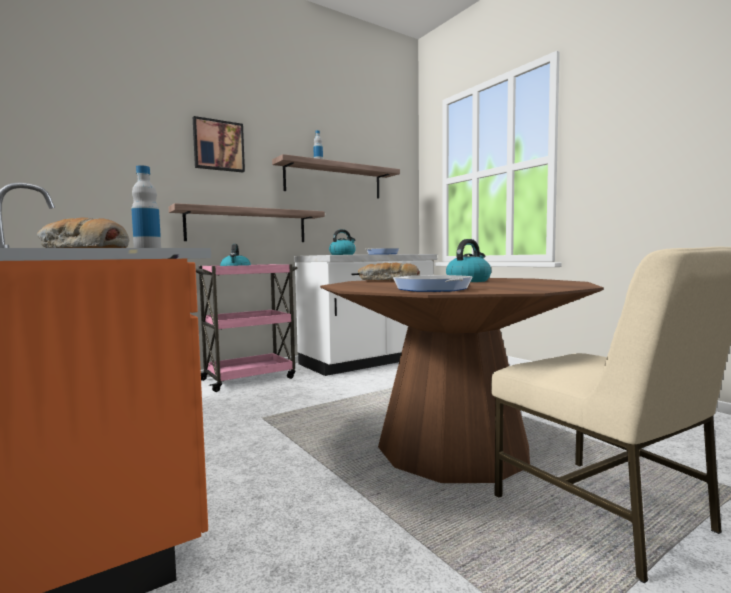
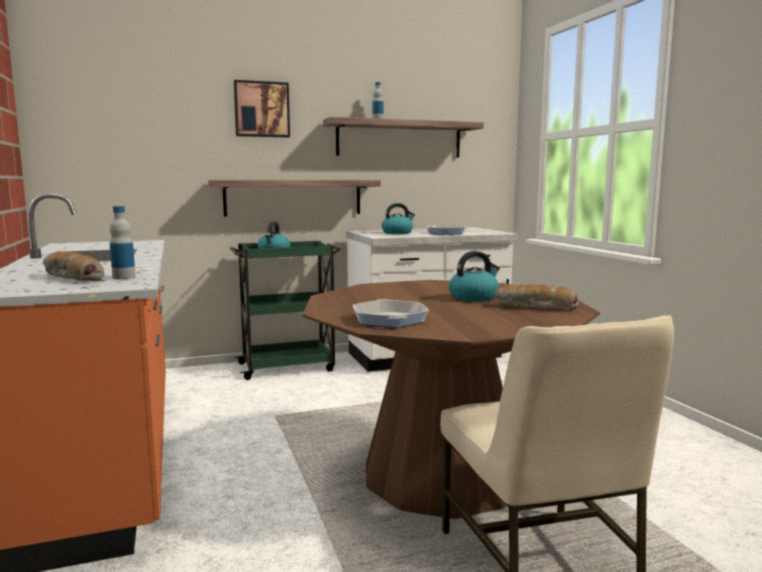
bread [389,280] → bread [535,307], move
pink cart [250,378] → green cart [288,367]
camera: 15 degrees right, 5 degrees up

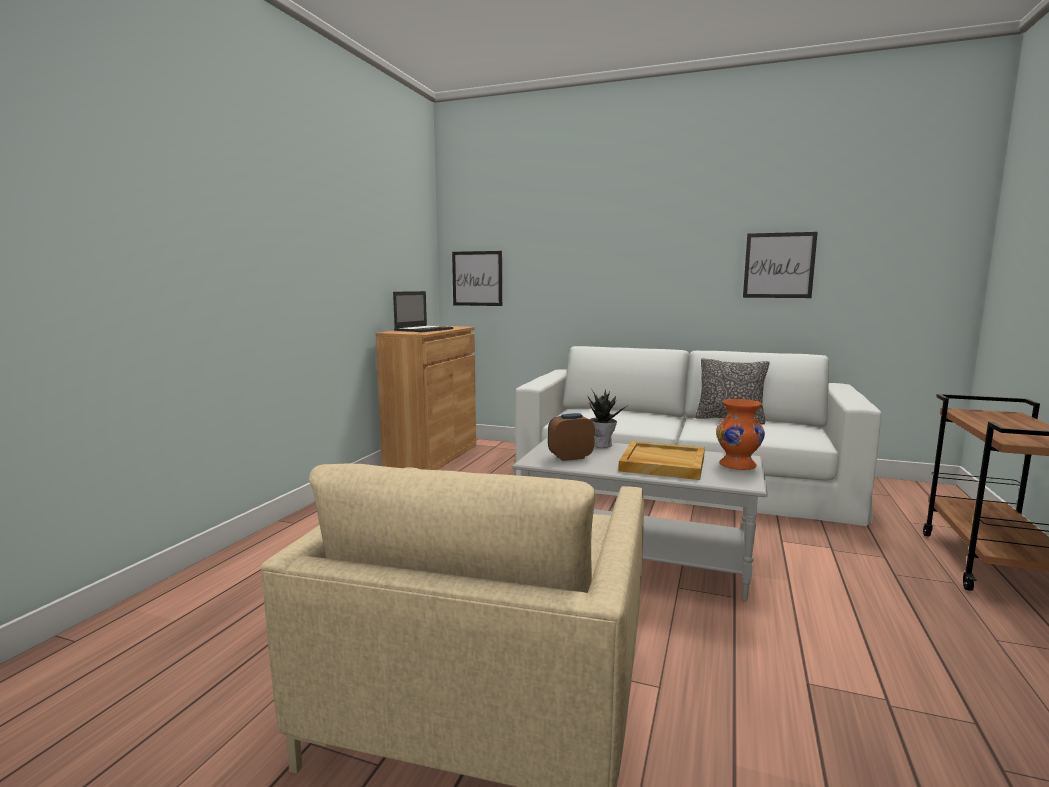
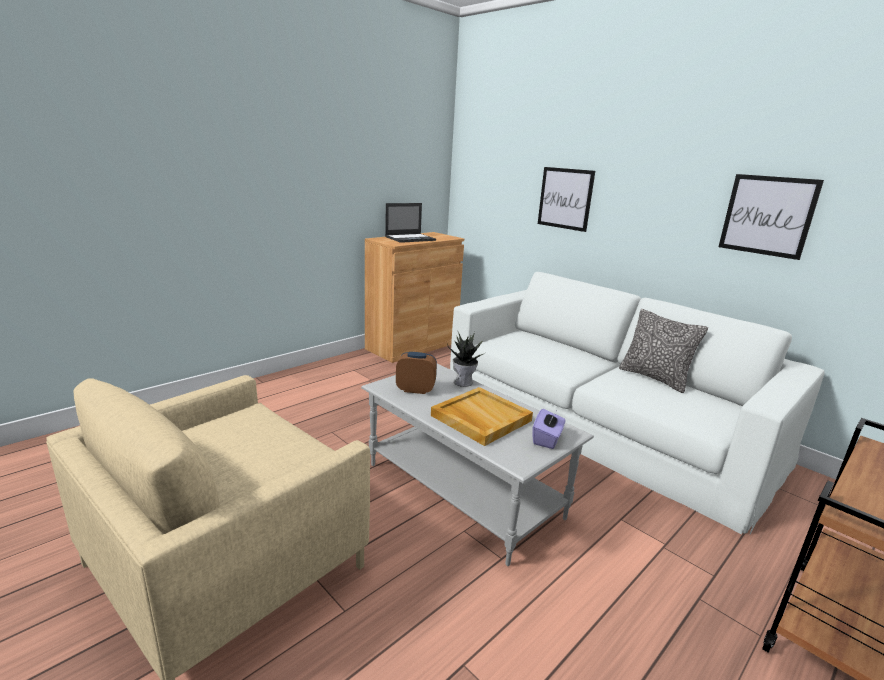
picture [477,278] → picture [565,198], move
orange vase [736,465] → purple tissue box [547,439]
camera: 25 degrees right, 10 degrees up

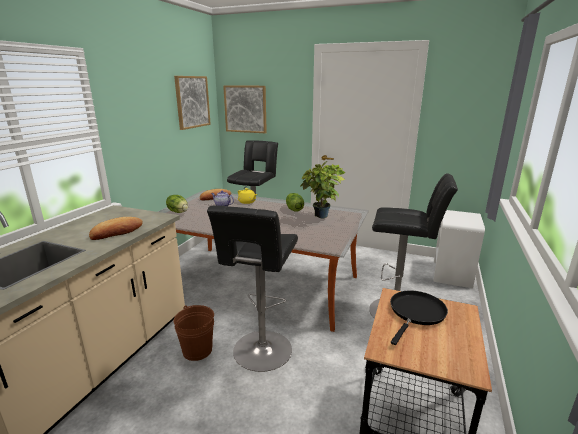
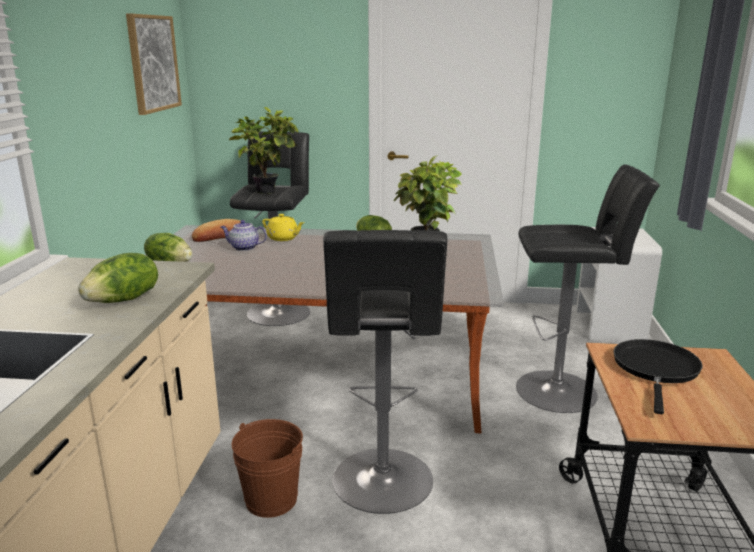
picture [245,109] → -
bread [117,232] → lettuce [124,300]
- → potted plant [269,191]
camera: 15 degrees left, 0 degrees up

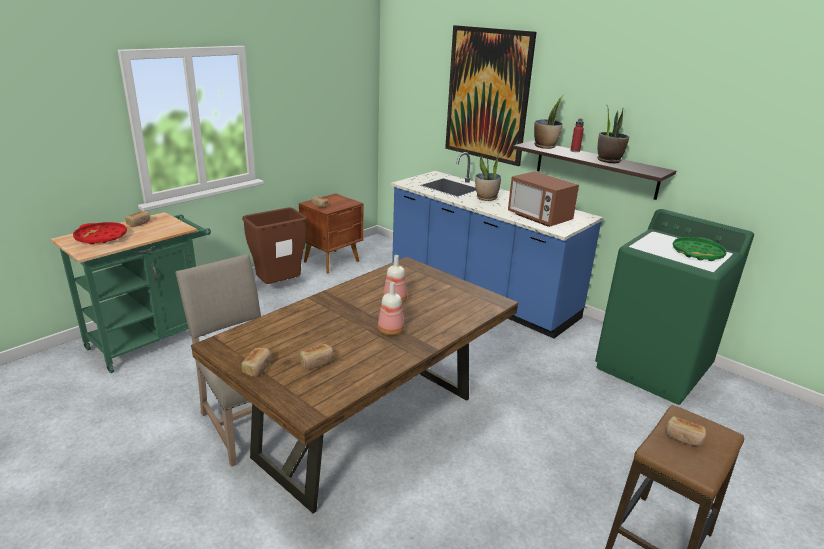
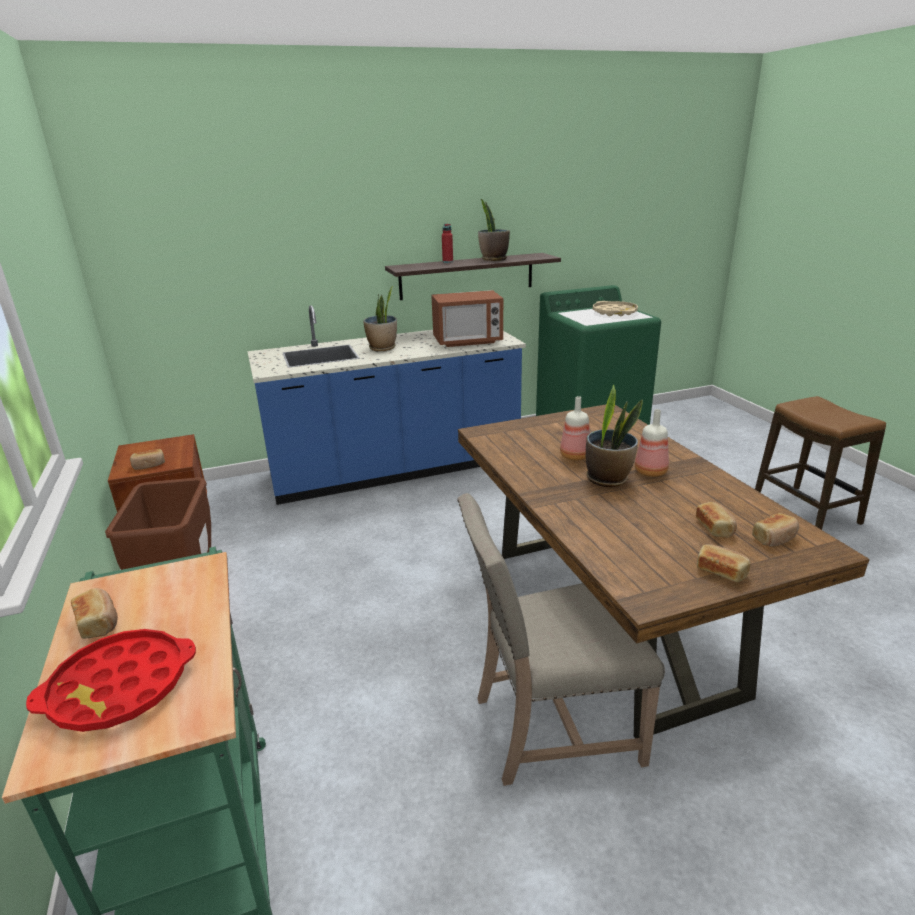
picture [487,95] → -
potted plant [545,146] → potted plant [608,479], move
green tray [697,253] → beige tray [614,312]
bread [683,438] → bread [775,538], move
camera: 60 degrees left, 0 degrees up

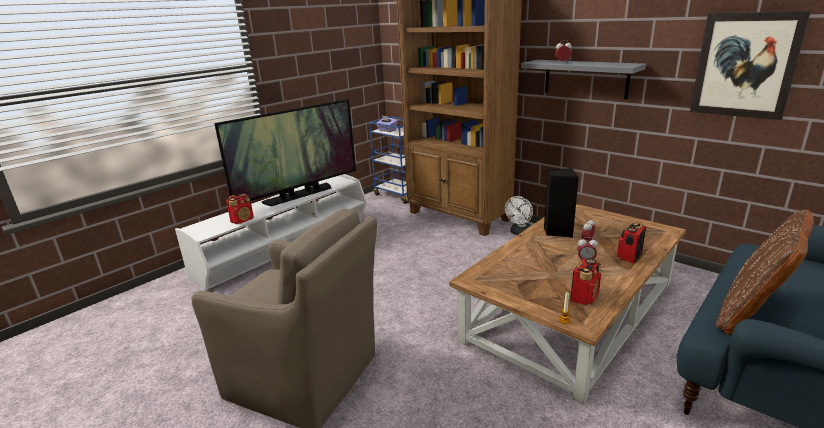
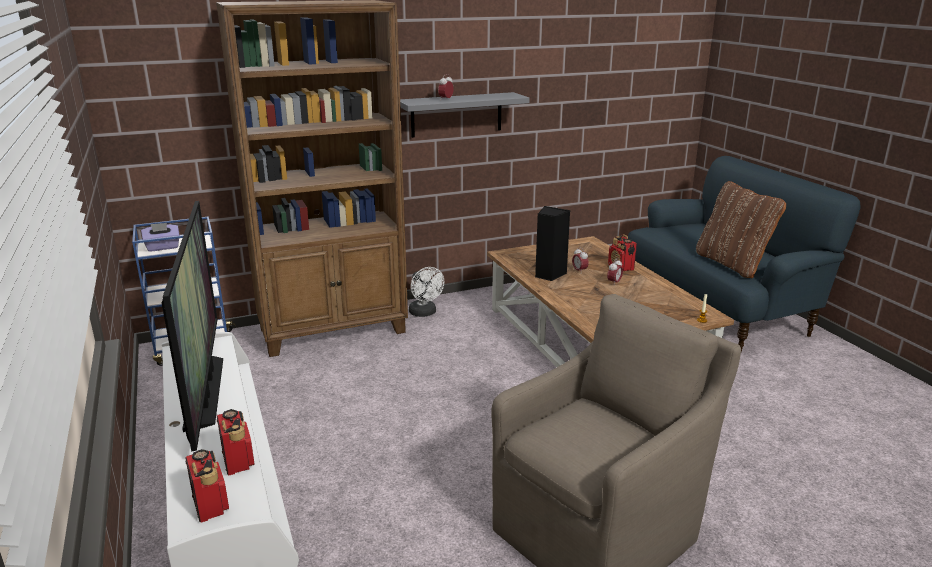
picture [745,65] → -
radio [584,297] → radio [210,505], move
camera: 65 degrees left, 0 degrees up

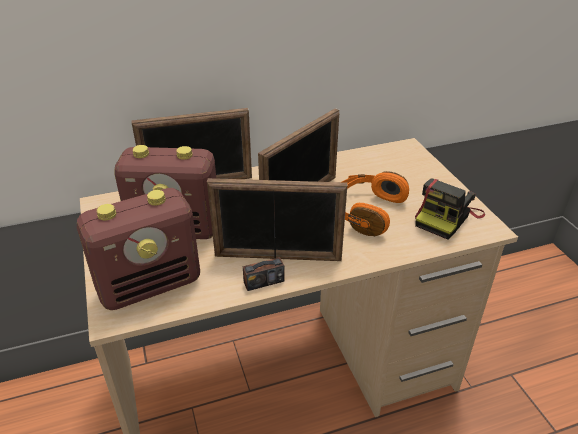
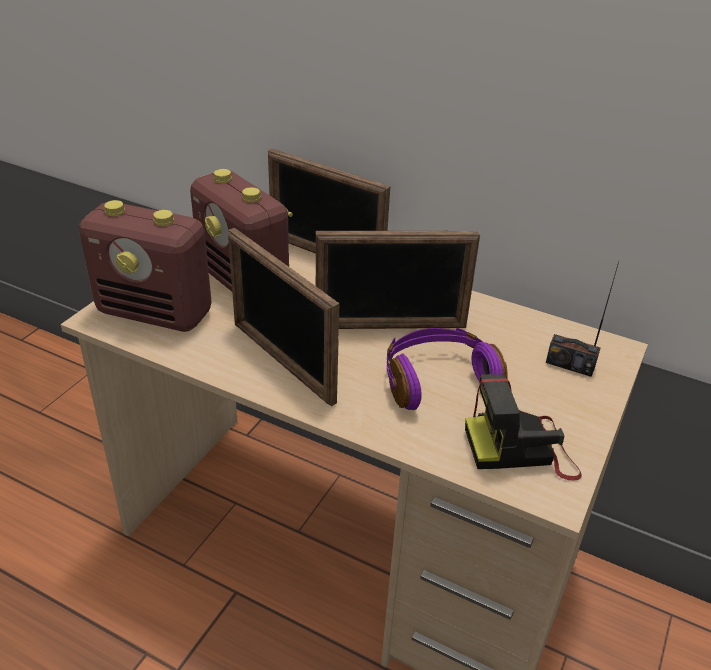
orange headphones [365,212] → purple headphones [437,380]
radio [263,281] → radio [570,365], move
camera: 45 degrees right, 0 degrees up

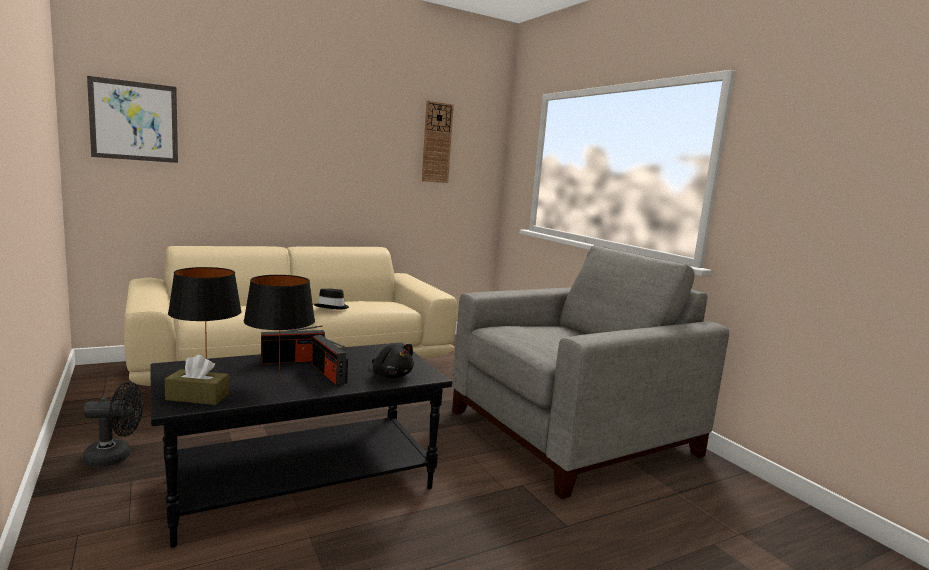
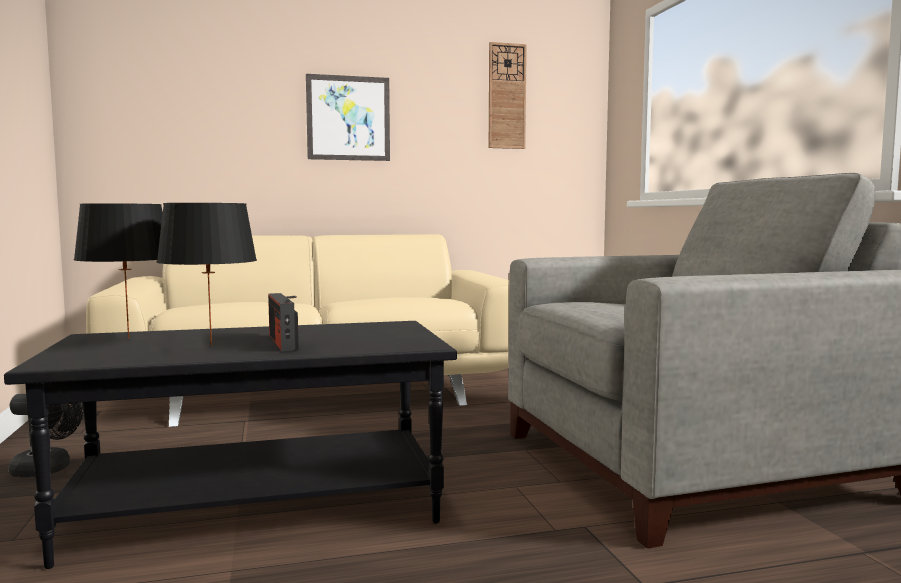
picture [134,121] → picture [348,118], move
black hat [332,307] → -
radio [293,360] → -
black plush toy [391,375] → -
brown tissue box [197,397] → -
camera: 15 degrees right, 5 degrees down

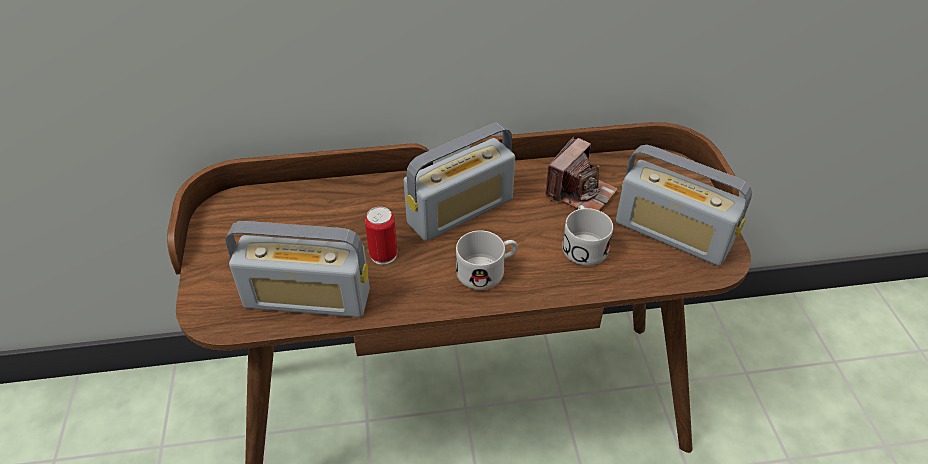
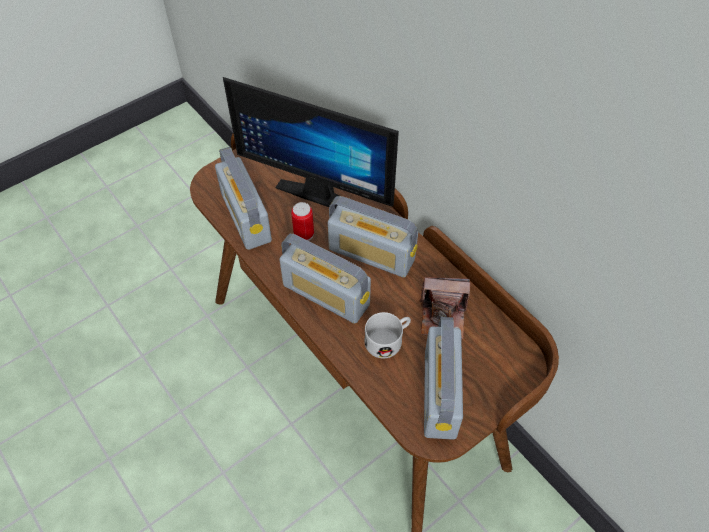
white mug [487,270] → radio [326,295]
- → monitor [321,189]
camera: 60 degrees right, 10 degrees up

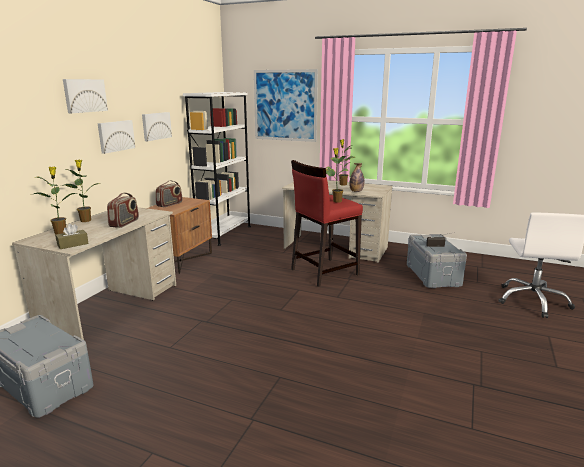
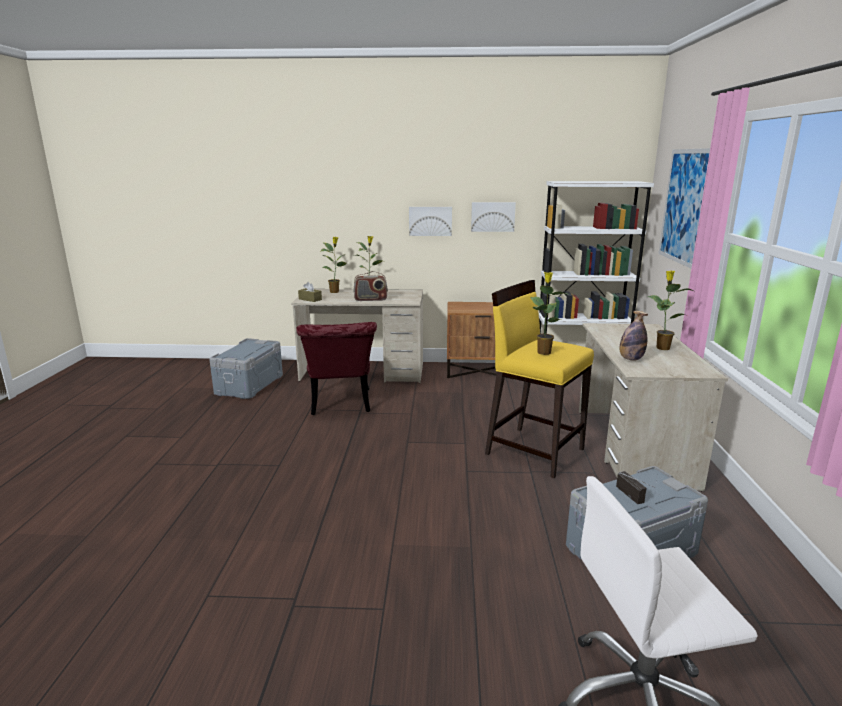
picture [84,95] → -
red stool [323,272] → yellow stool [534,450]
radio [170,204] → -
- → red chair [340,405]
camera: 70 degrees right, 0 degrees up

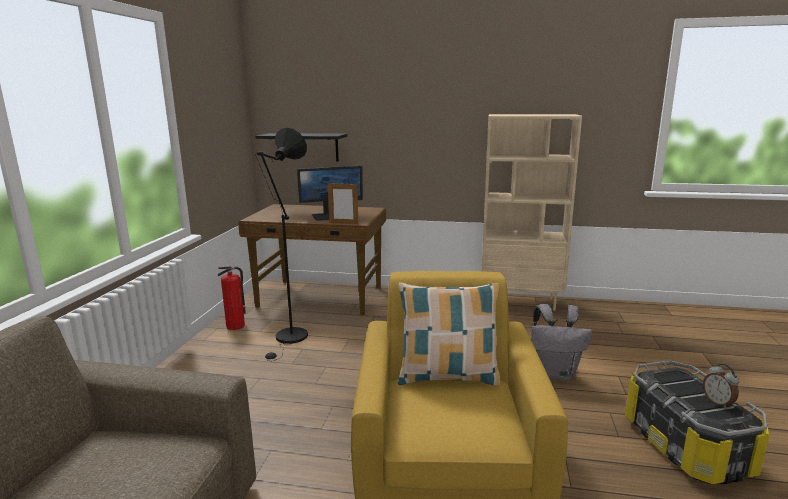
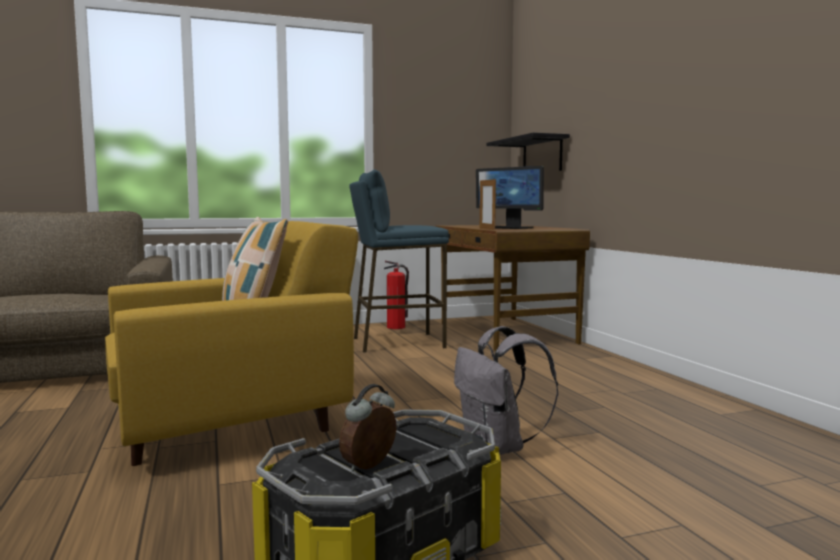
beige bookcase [521,301] → -
black floor lamp [290,339] → blue stool [397,342]
camera: 60 degrees right, 10 degrees down

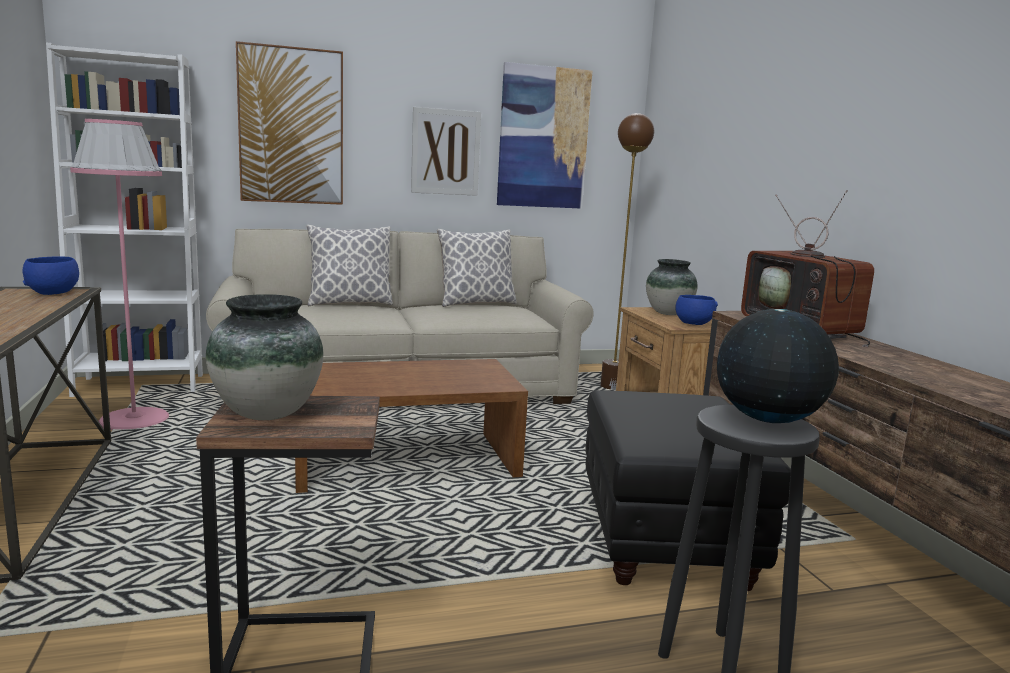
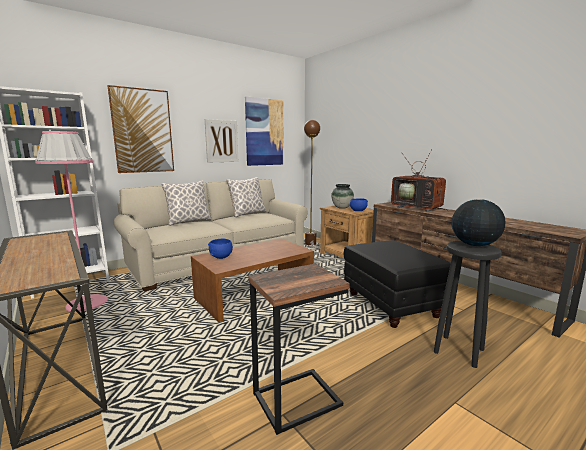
blue bowl [53,293] → blue bowl [221,257], move
vase [268,414] → -
camera: 20 degrees left, 0 degrees up

